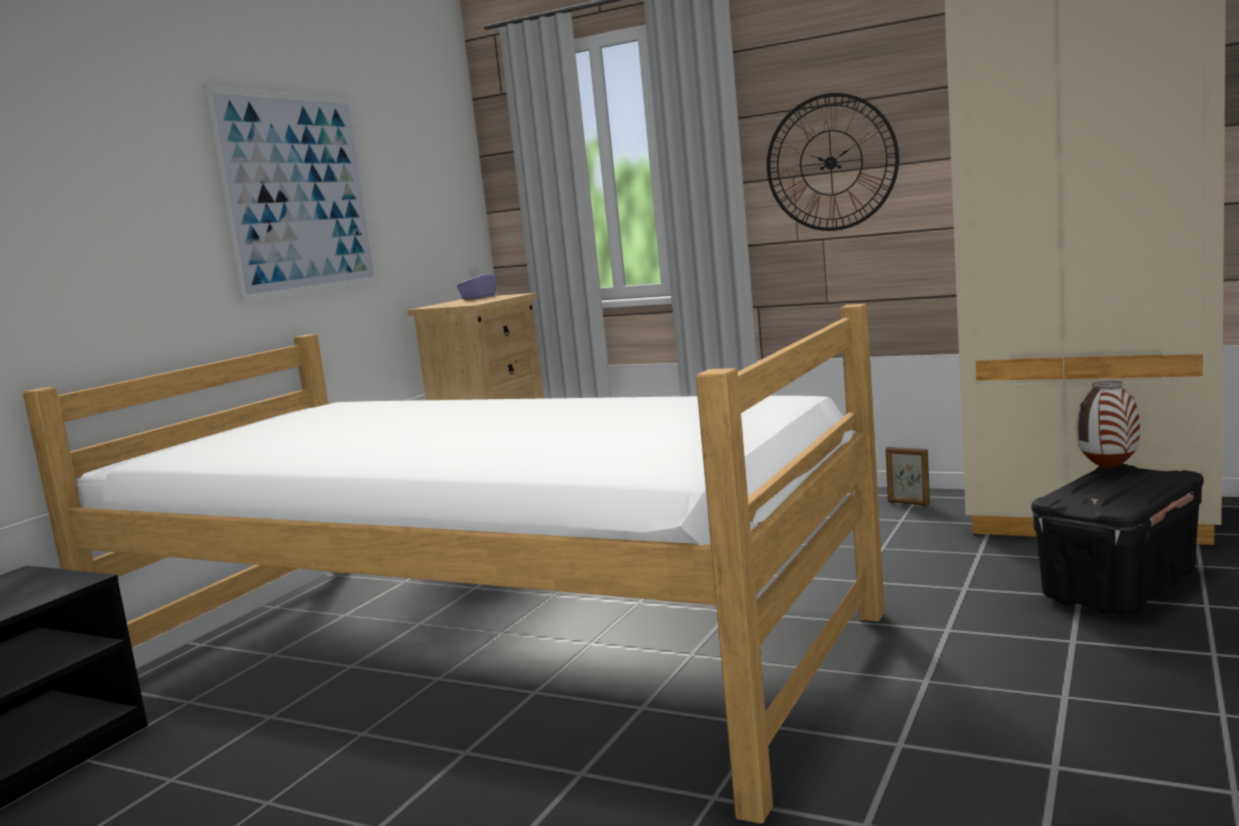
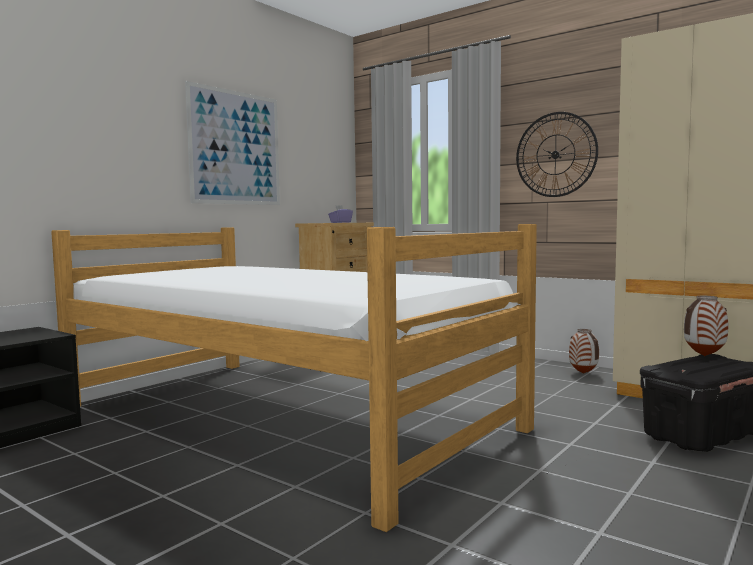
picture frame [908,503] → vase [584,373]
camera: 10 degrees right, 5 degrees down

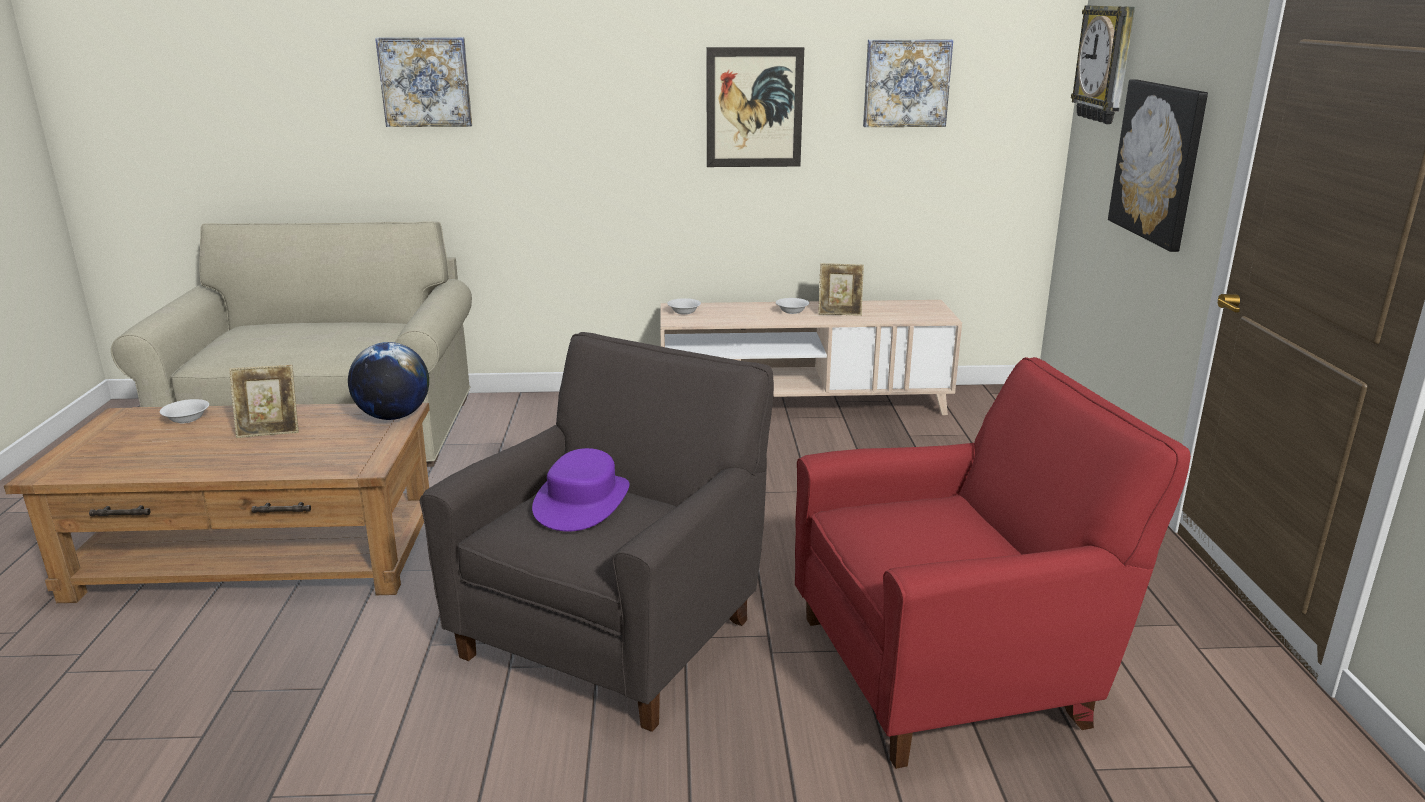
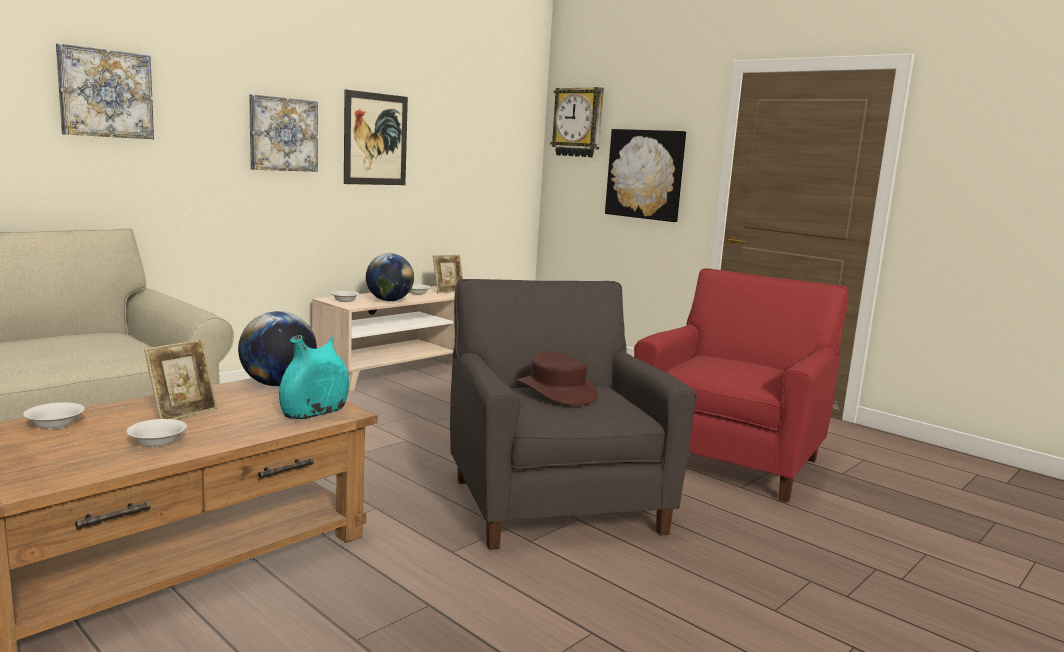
picture [906,83] → picture [283,134], move
purple hat [582,502] → brown hat [557,391]
- → globe [389,300]
- → turquoise vase [315,412]
- → white bowl [158,442]
camera: 45 degrees left, 10 degrees down

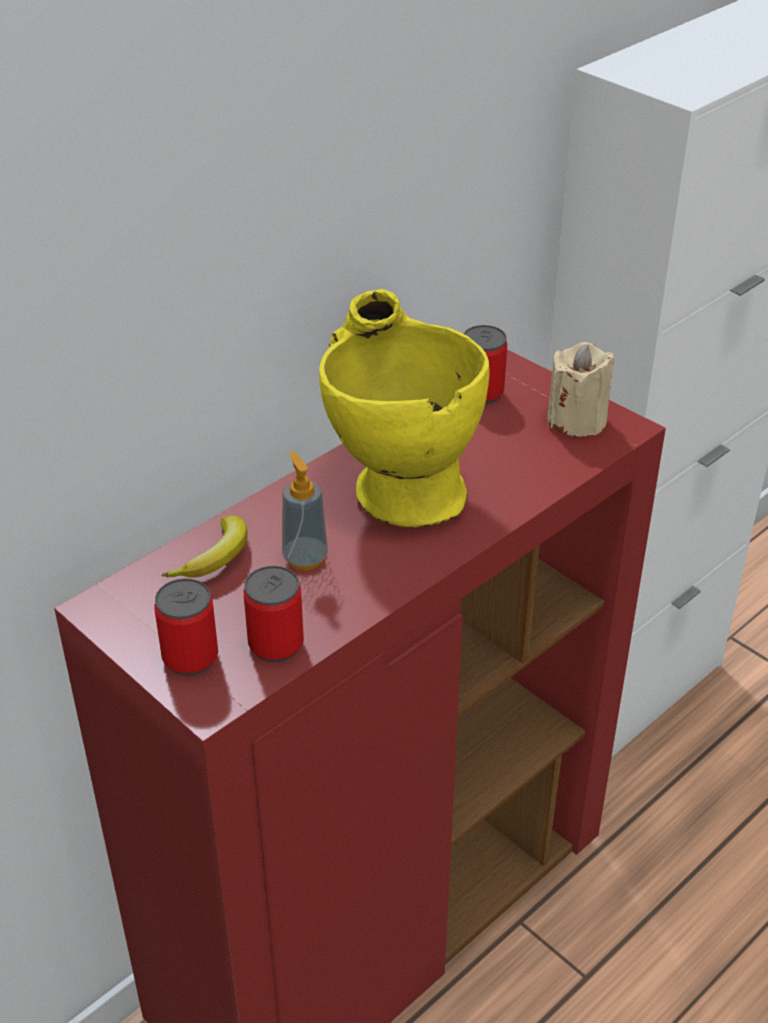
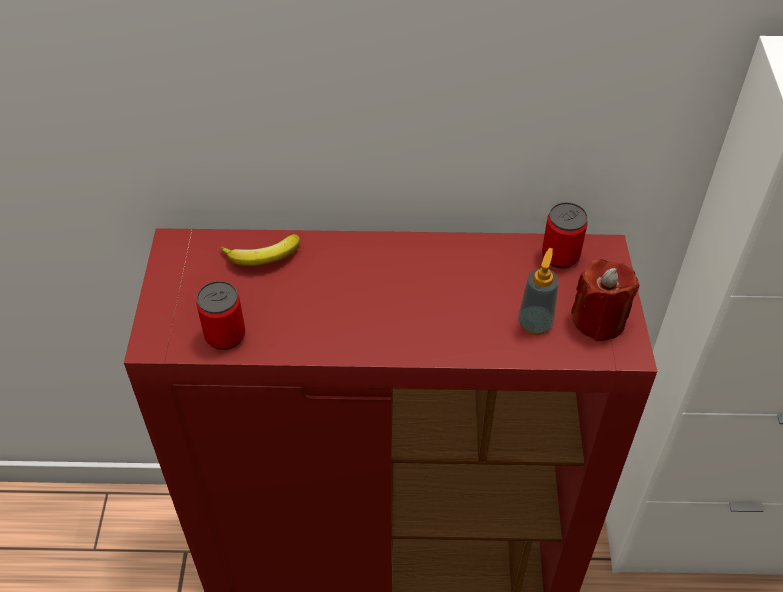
yellow vase [397,484] → -
beige candle [576,420] → red candle [599,320]
soap dispenser [305,558] → soap dispenser [535,323], move
can [190,658] → -
camera: 45 degrees right, 10 degrees up

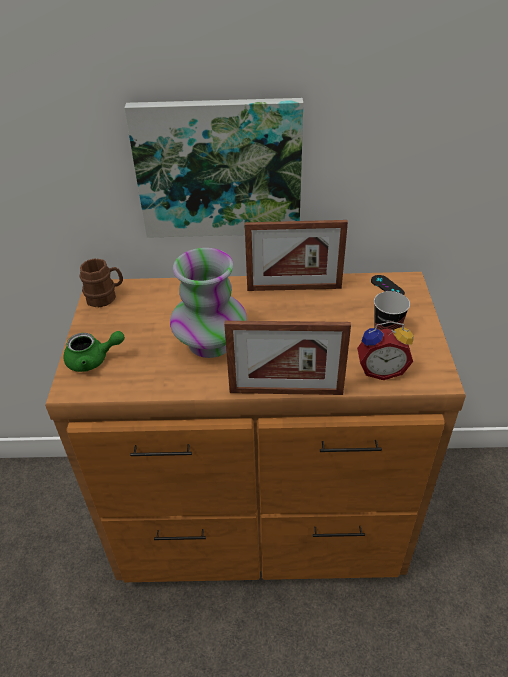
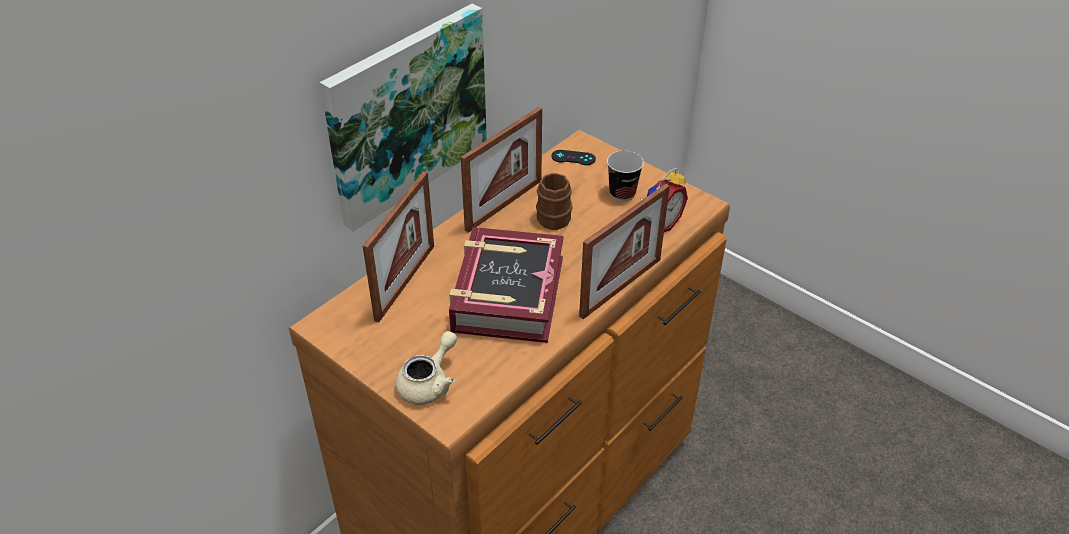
vase [211,342] → book [507,294]
brown mug [105,297] → brown mug [555,215], move
green teapot [93,360] → beige teapot [429,383]
- → picture frame [405,282]
camera: 50 degrees left, 0 degrees up

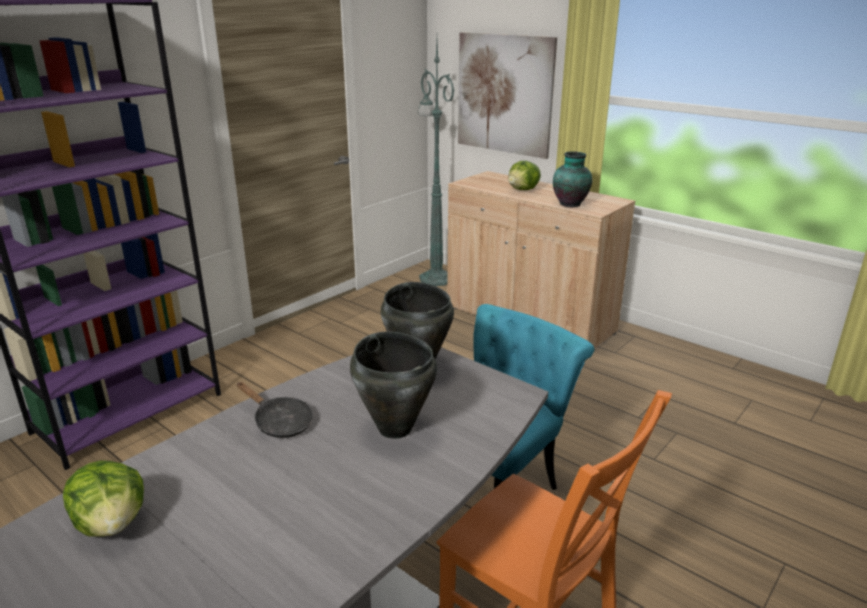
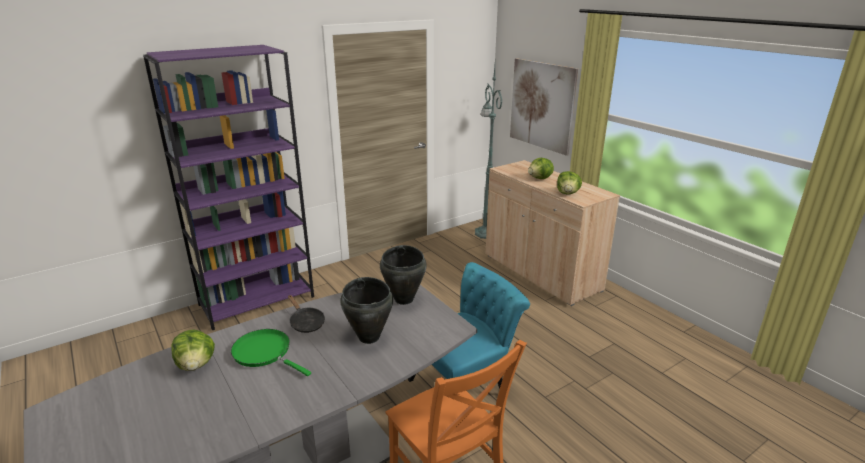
vase [570,204] → lettuce [567,193]
- → green frying pan [265,353]
camera: 15 degrees right, 0 degrees up

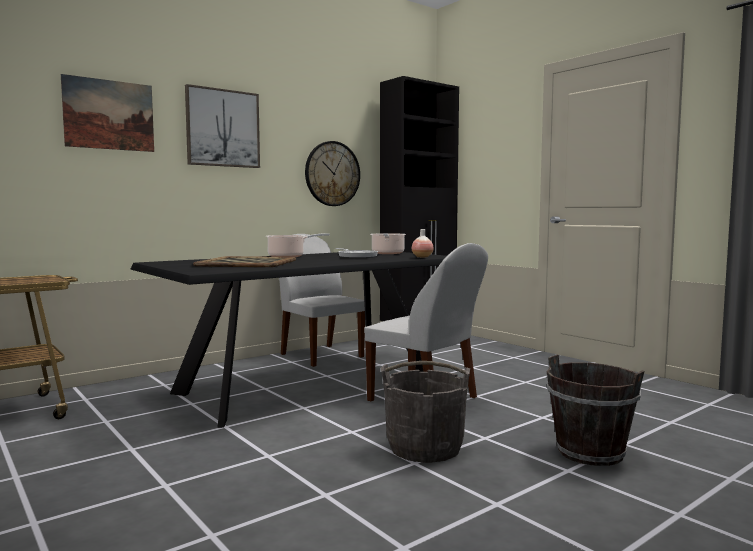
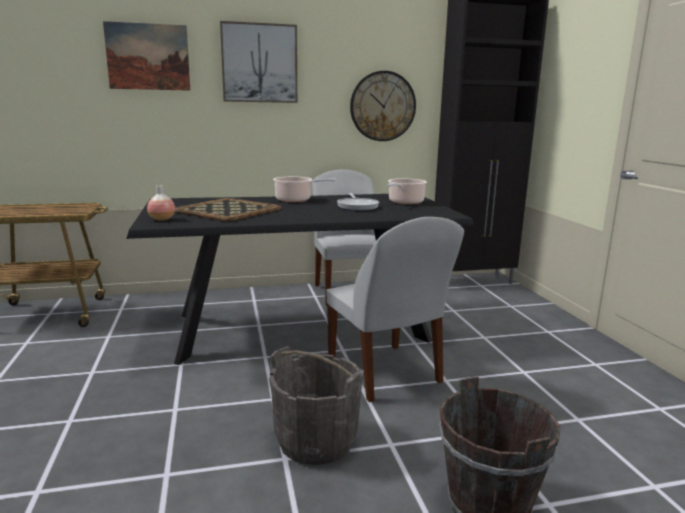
vase [422,257] → vase [162,219], move
camera: 25 degrees right, 10 degrees up

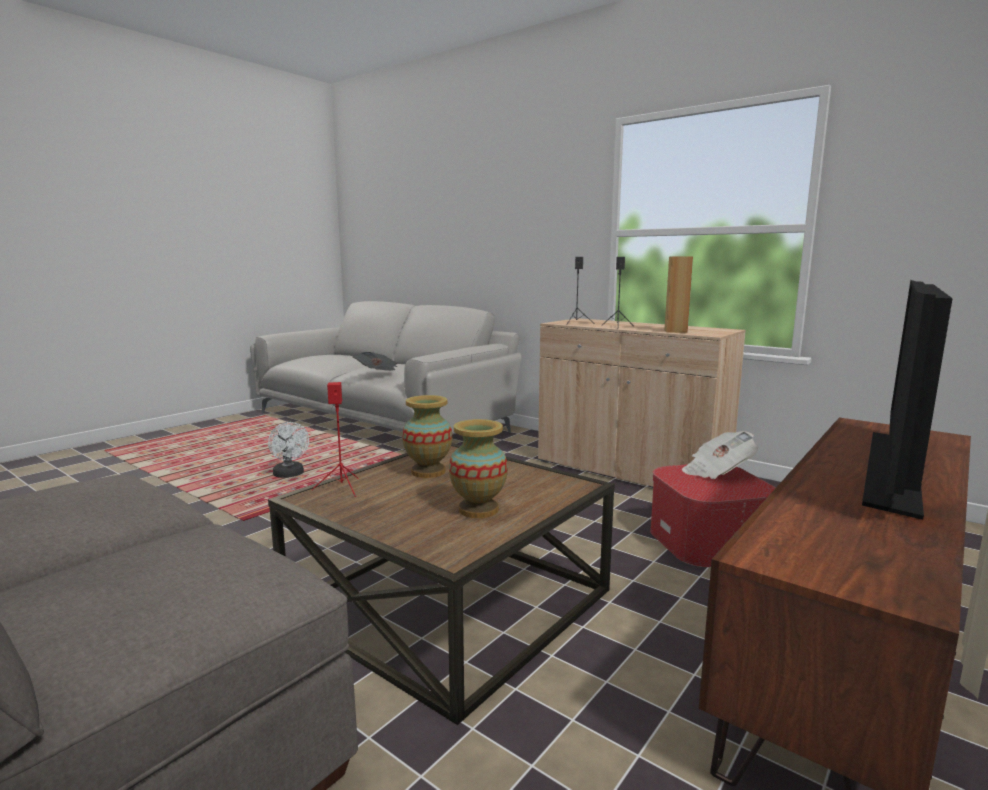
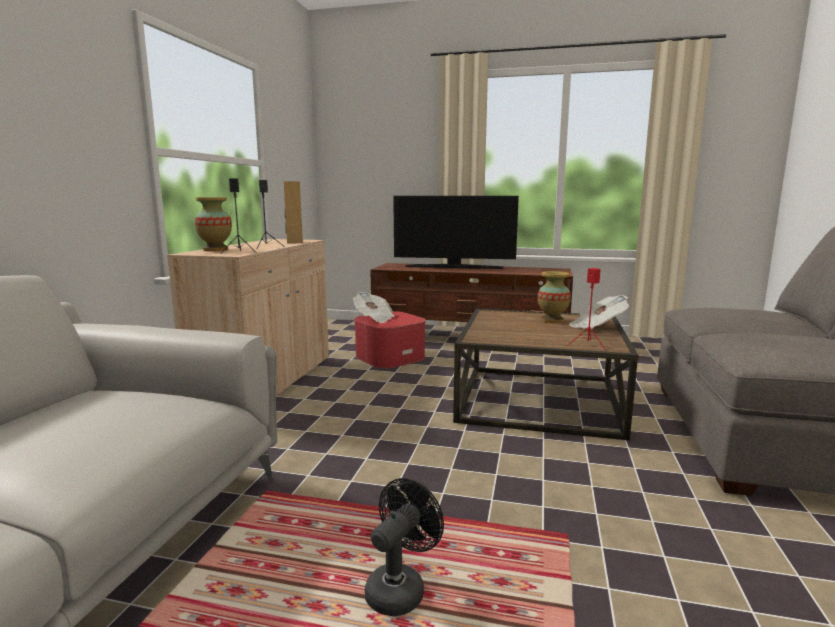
newspaper [377,374] → newspaper [597,326], move
vase [428,472] → vase [216,250], move
white fan [290,475] → black fan [400,588]
camera: 115 degrees left, 0 degrees up

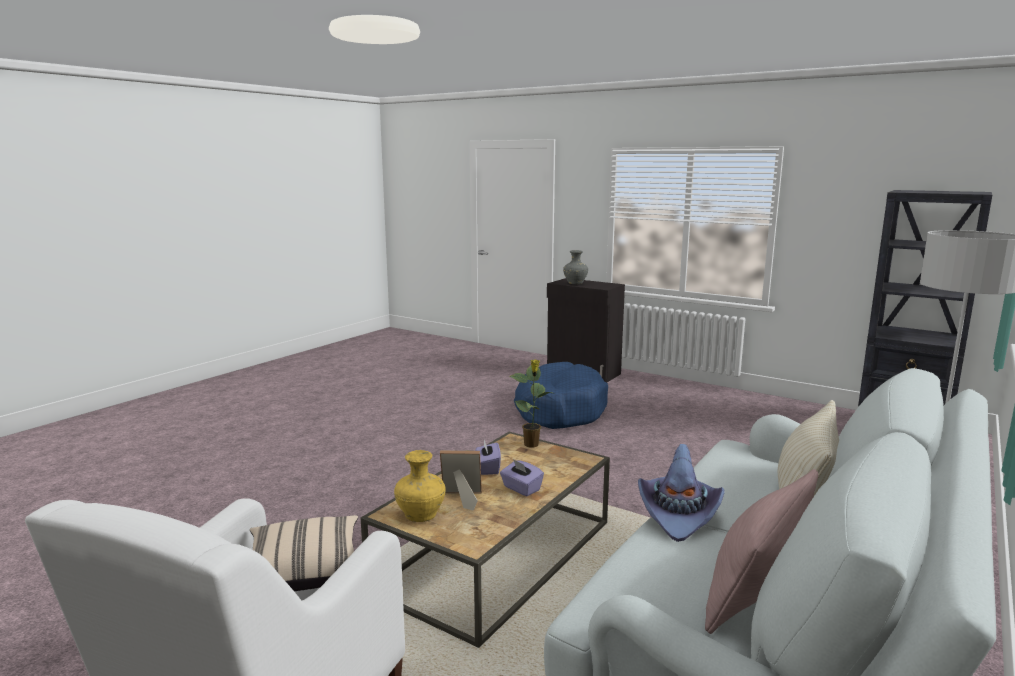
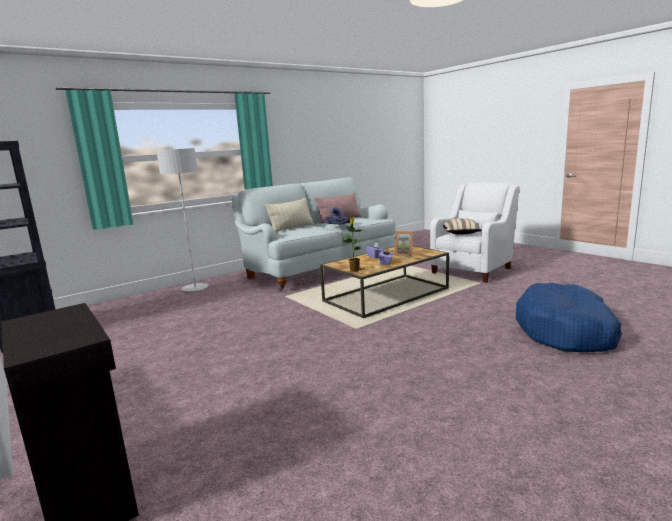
grey vase [575,283] → -
blue dog bed [559,409] → blue dog bed [566,331], move
yellow vase [421,516] → -
camera: 160 degrees left, 0 degrees up

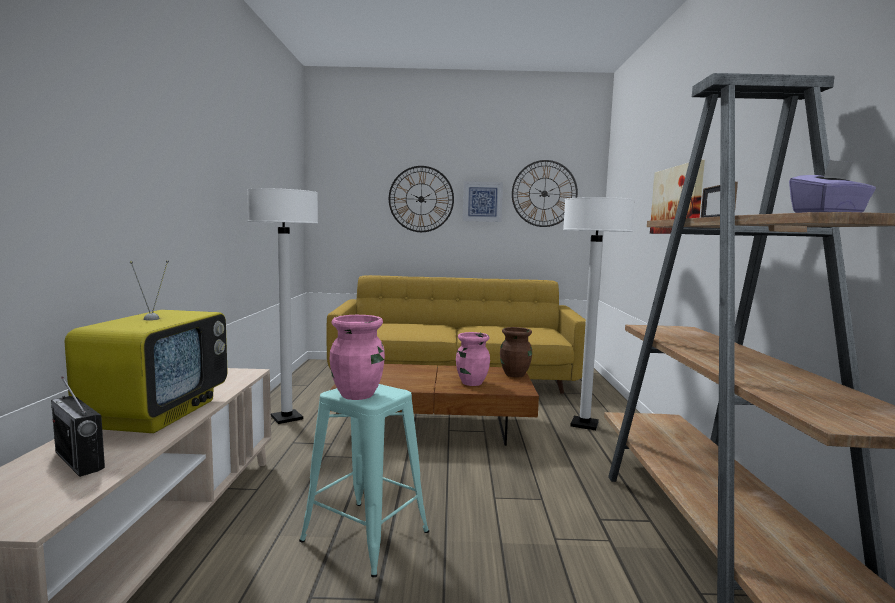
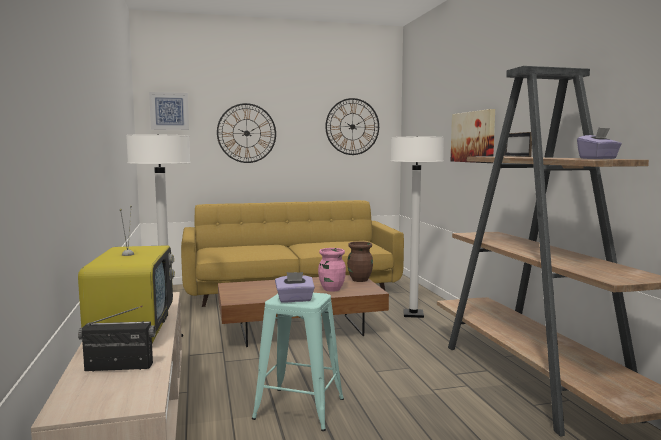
picture [482,201] → picture [169,111], move
pink vase [358,394] → purple tissue box [294,299]
radio [79,460] → radio [119,367], 150 degrees clockwise
camera: 15 degrees left, 0 degrees up

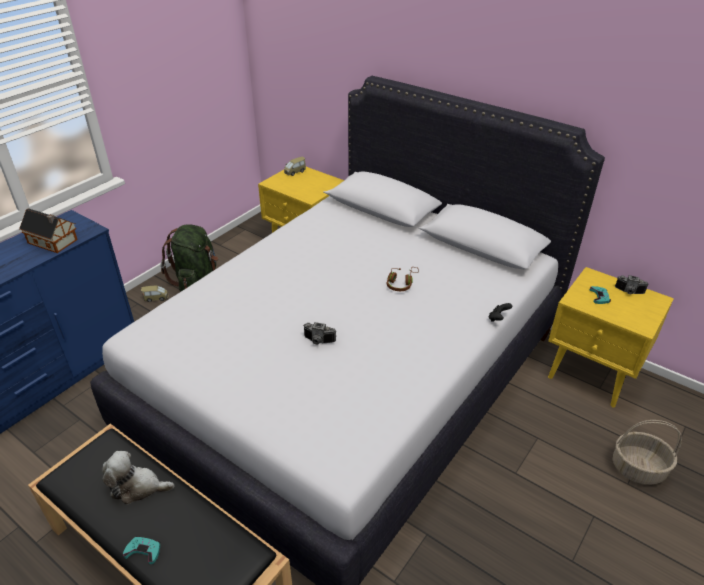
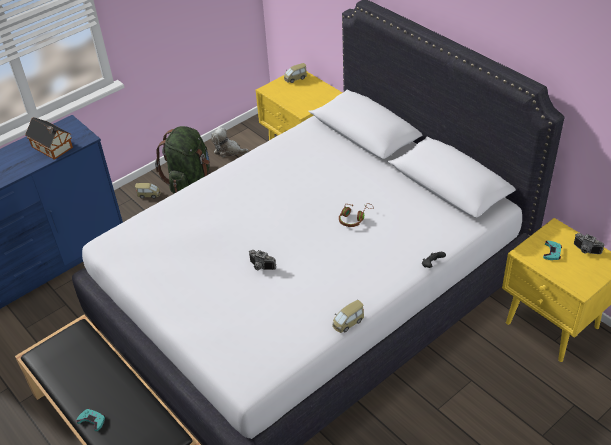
basket [638,468] → -
plush toy [137,487] → plush toy [228,150], move
- → toy car [348,322]
camera: 15 degrees right, 5 degrees up

